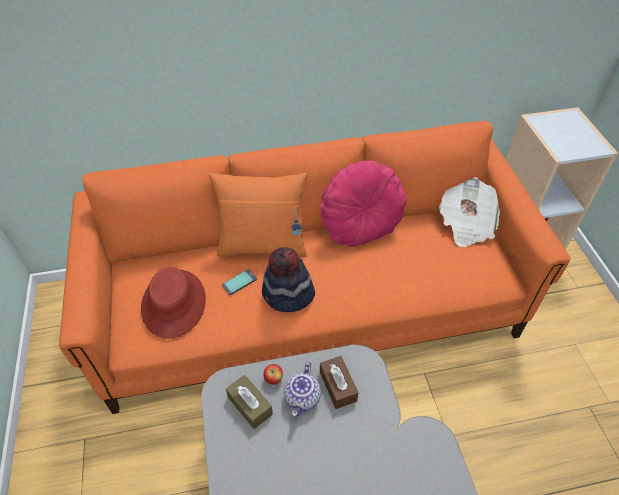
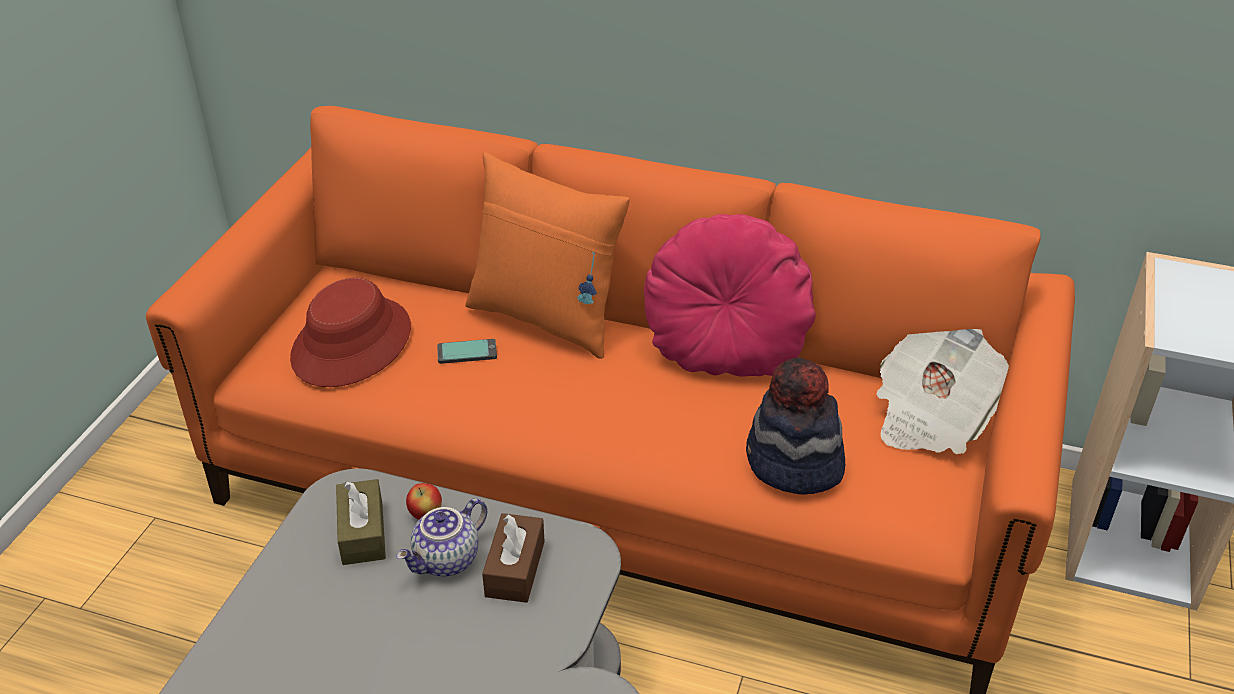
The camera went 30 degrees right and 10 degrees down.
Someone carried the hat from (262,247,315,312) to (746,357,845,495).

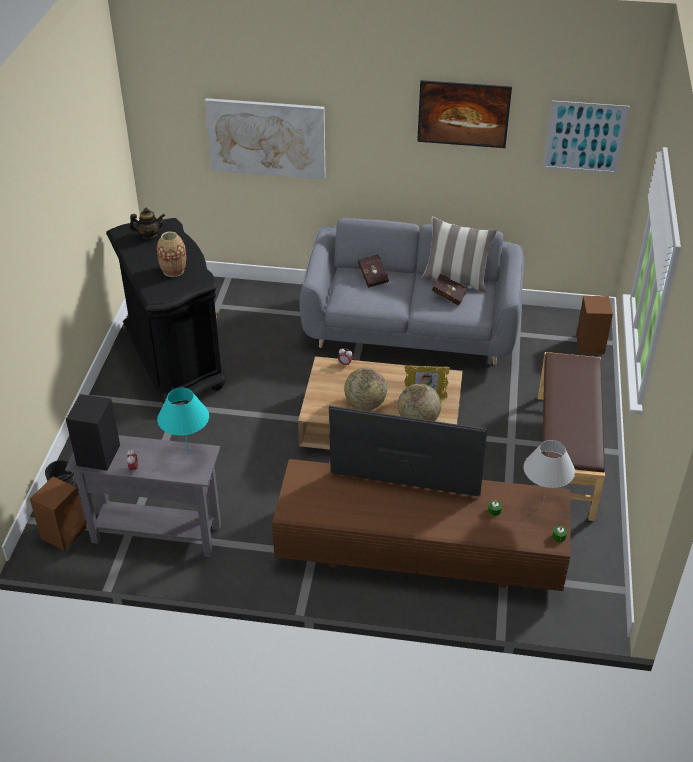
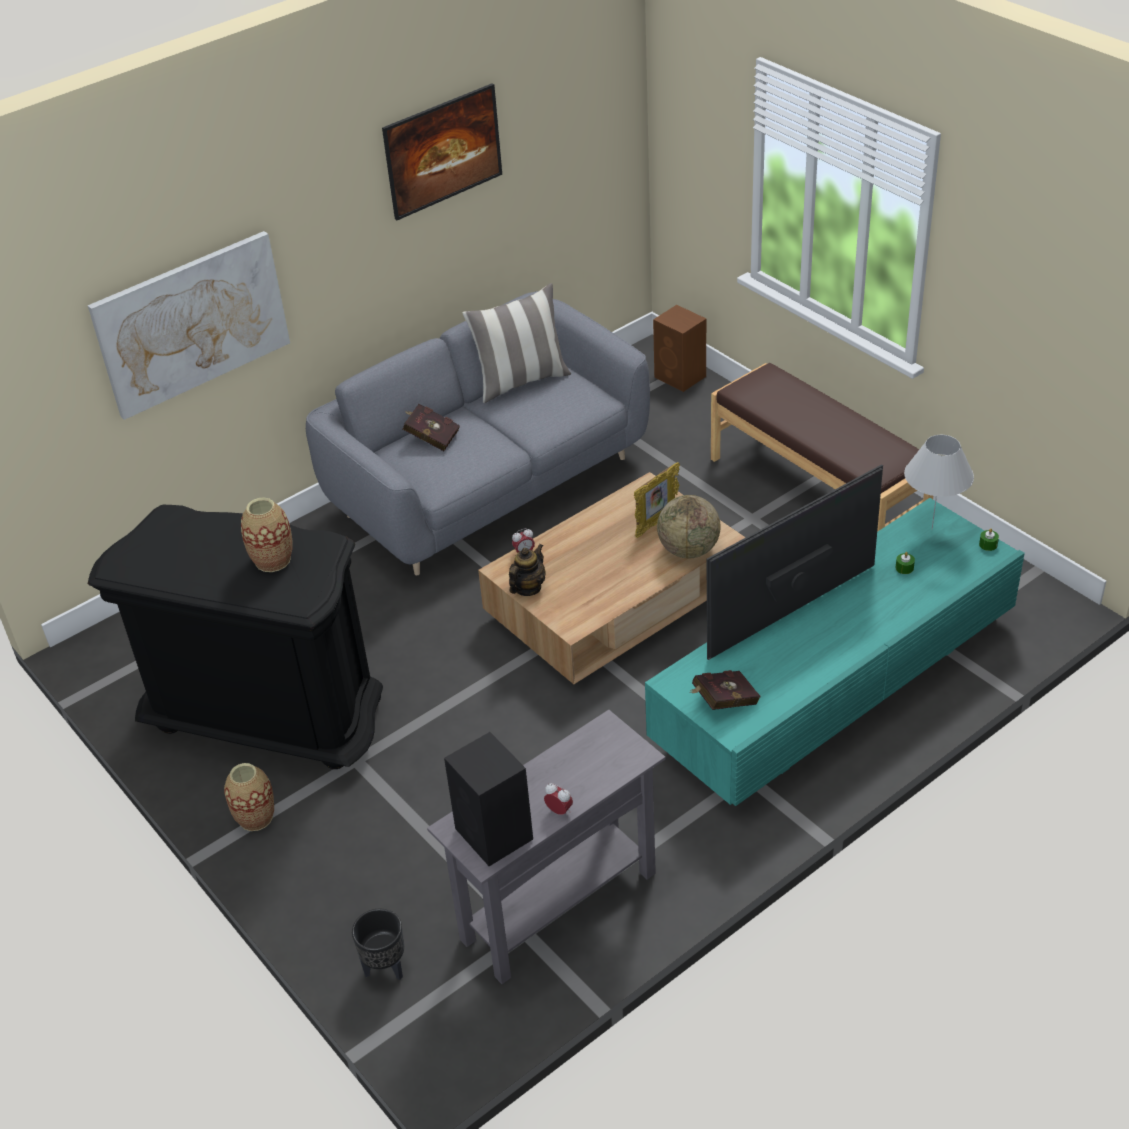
The camera went 45 degrees left and 0 degrees up.
Someone took away the picture at (542,101,630,174).
Someone carried the teapot from (129,208,165,240) to (509,544,546,596).
Someone carried the book in red from (432,274,467,306) to (691,670,761,710).
Someone took away the globe at (344,368,387,411).
Someone took away the table lamp in turquoise at (157,388,209,456).
Someone repainted the tv stand in brown at (272,459,571,591), which became the tv stand in turquoise at (645,498,1025,806).
Someone took away the speaker in brown at (30,477,86,551).
Someone put down the vase at (224,763,274,831).

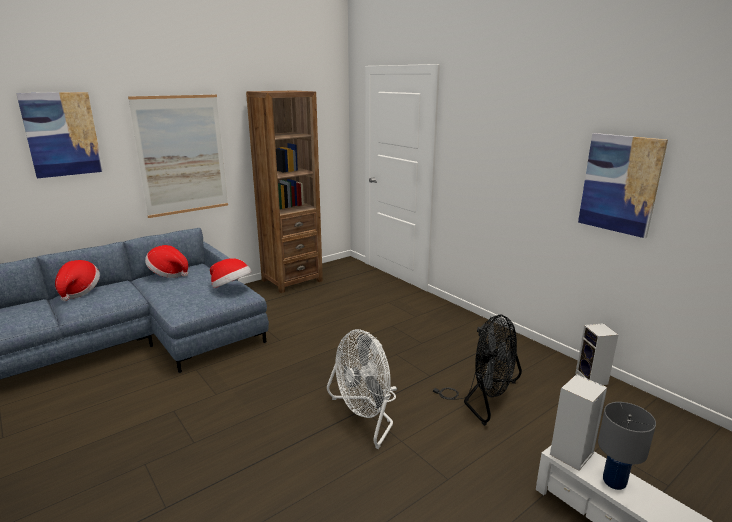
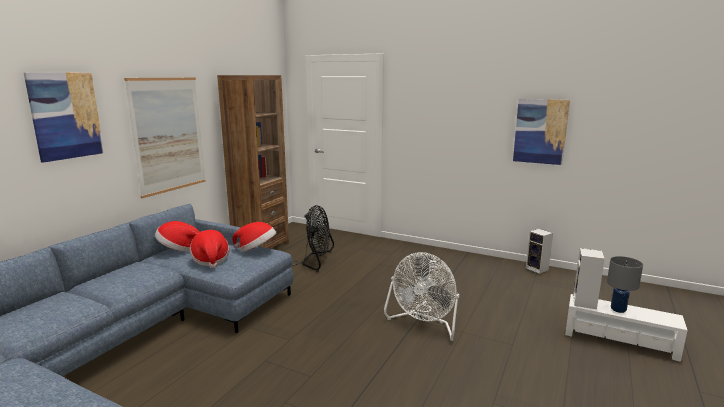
The camera went 25 degrees left and 5 degrees down.
Someone carried the hat from (55,260,100,301) to (190,230,229,268).
Someone carried the fan in black from (432,314,522,426) to (292,205,334,272).

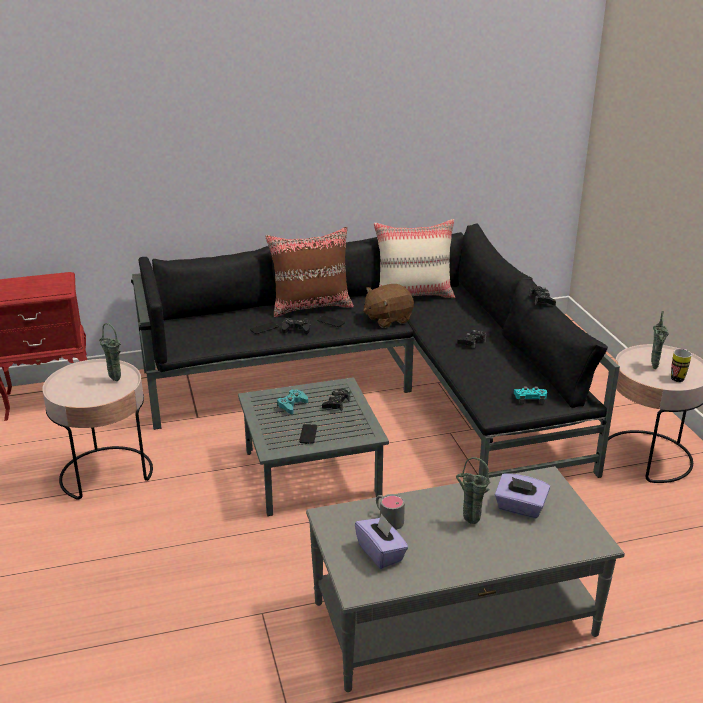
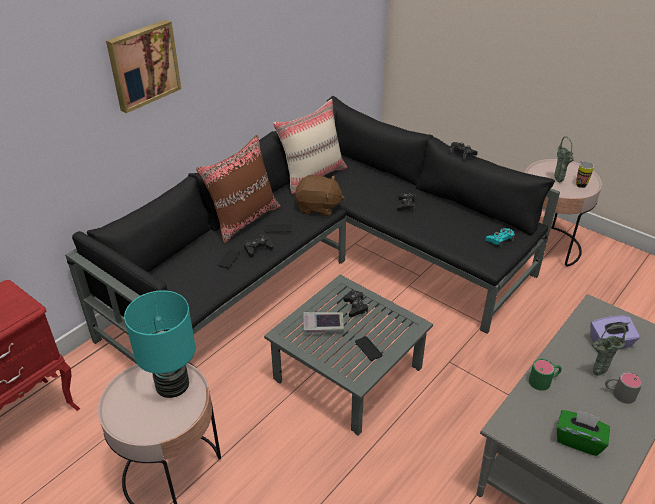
The camera went 35 degrees left and 10 degrees up.
Someone rotated the plush toy in brown at (363,284,414,328) by 105 degrees counterclockwise.
Someone swapped the vase in green at (99,323,121,381) for the table lamp in turquoise at (124,290,196,398).
Someone swapped the game controller in turquoise at (277,389,308,414) for the book at (303,312,344,333).
Someone carried the mug in grey from (376,494,405,530) to (605,371,643,404).
Someone repainted the tissue box in purple at (355,513,408,569), which became the tissue box in green at (557,409,610,456).
Someone put up the picture at (106,20,181,113).
Someone put down the mug in green at (529,359,562,391).

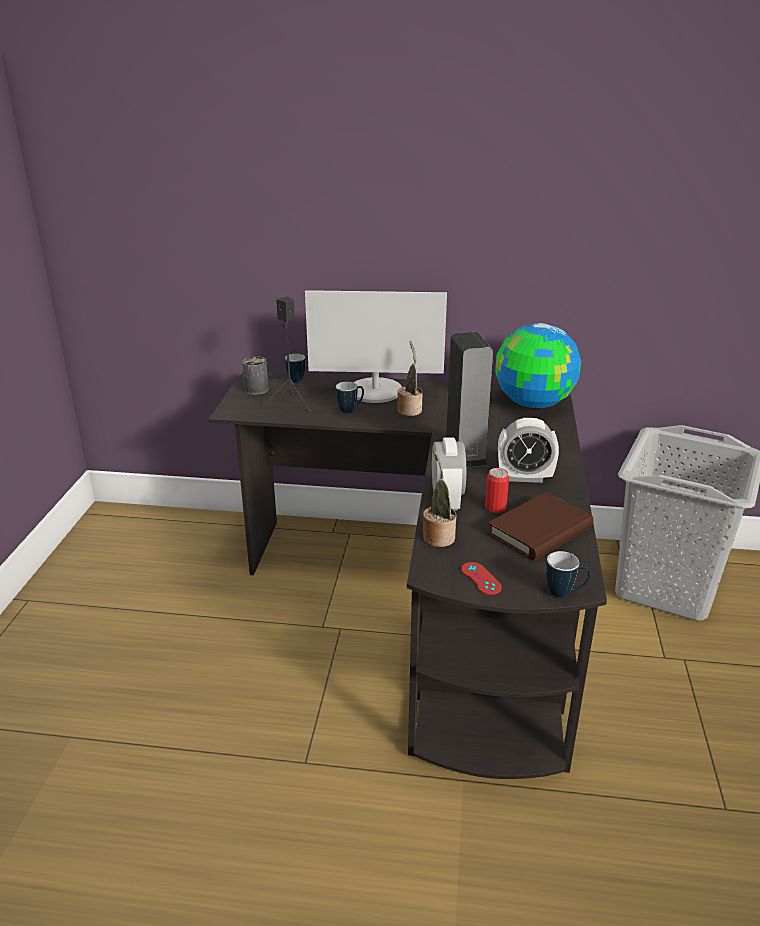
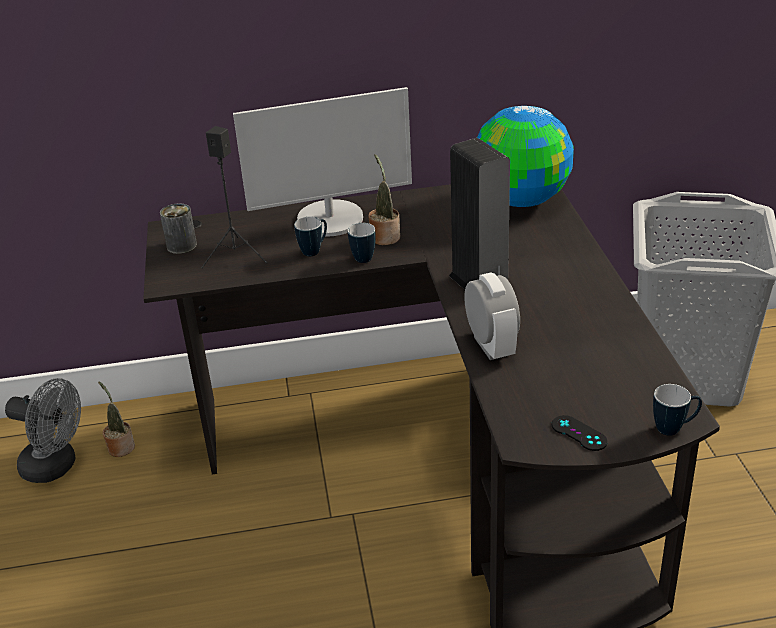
The camera went 15 degrees left and 5 degrees up.
Someone carried the mug from (285,354,305,383) to (348,223,376,263).
Someone took away the alarm clock at (498,418,559,483).
Someone carried the potted plant from (423,450,456,547) to (98,381,135,457).
Someone took away the can at (485,468,509,513).
Someone took away the book in brown at (487,492,593,561).
Someone repainted the game controller in red at (461,562,502,595), which became the game controller in black at (552,415,608,451).
Someone put down the fan in grey at (5,378,81,483).

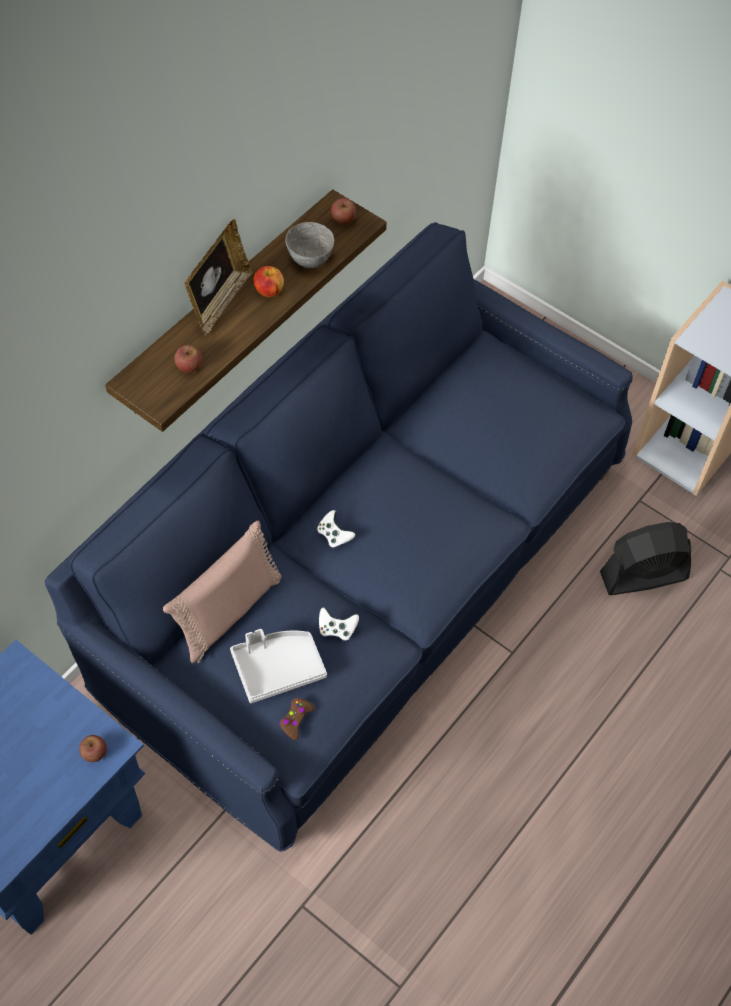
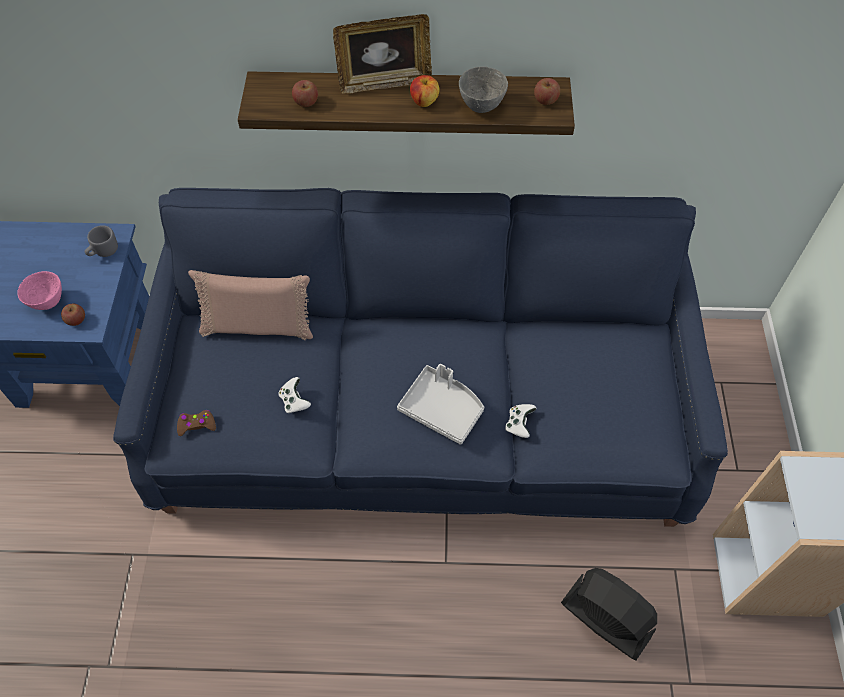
The camera went 55 degrees right and 0 degrees up.
Someone carried the game controller in white from (317,510,355,548) to (505,404,536,438).
Someone carried the tray in grey from (230,629,327,703) to (397,364,484,445).
Someone put down the mug in grey at (85,225,118,257).
Someone put down the bowl in pink at (17,271,62,310).

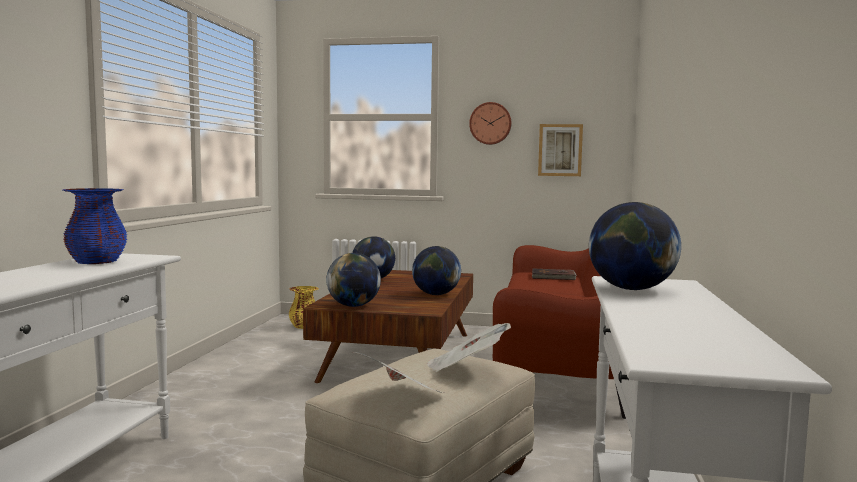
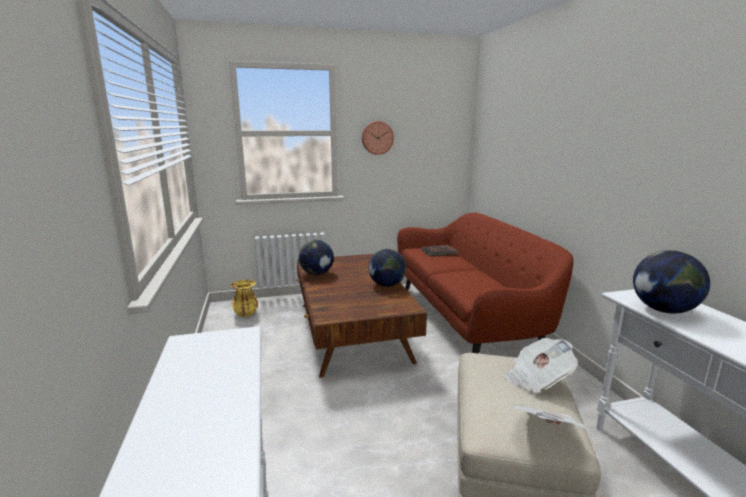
The camera went 25 degrees left and 10 degrees up.
Someone took away the picture at (538,124,583,176).
Someone took away the vase in blue at (63,188,127,264).
Someone took away the globe at (326,253,381,307).

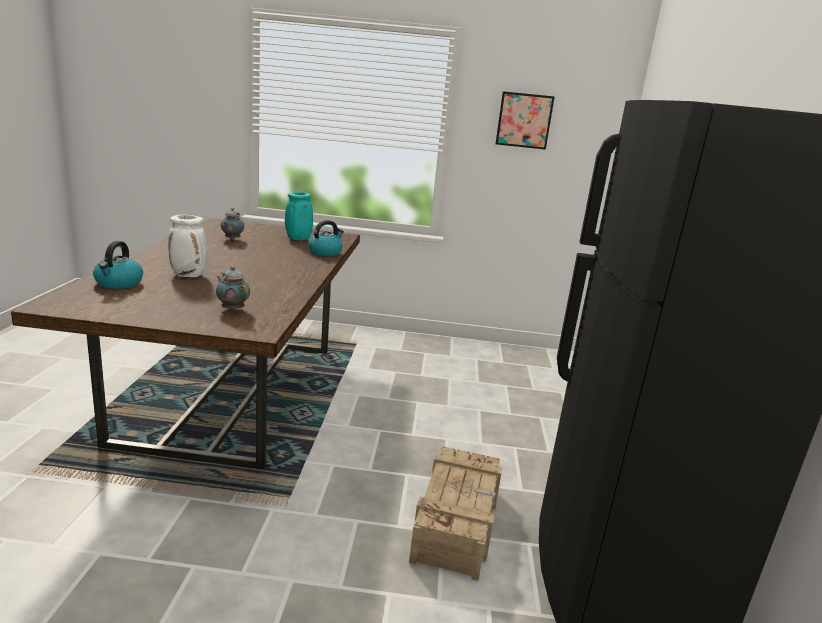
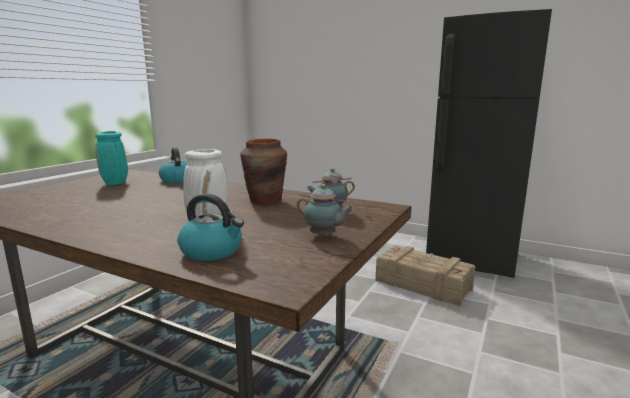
The camera went 65 degrees left and 5 degrees down.
Someone took away the picture at (495,91,555,150).
Someone carried the teapot from (221,208,244,240) to (297,184,354,237).
Someone put down the vase in brown at (240,139,287,205).

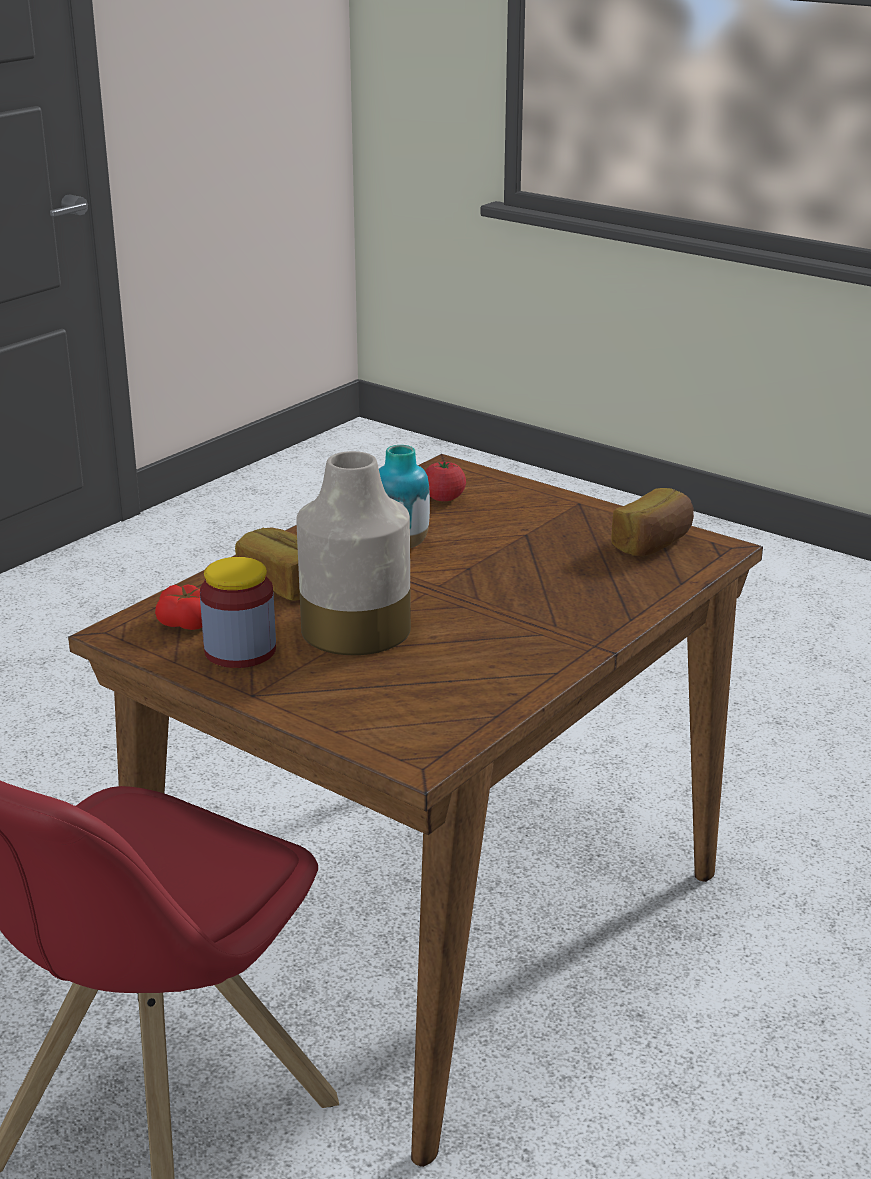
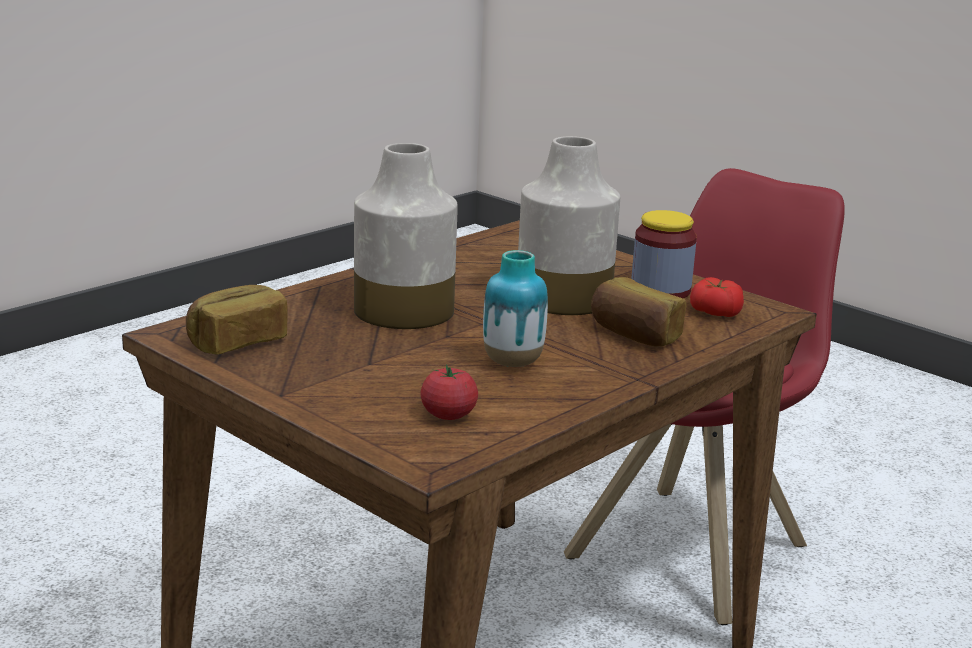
The camera went 175 degrees left and 5 degrees down.
Someone put down the vase in beige at (354,143,458,329).

